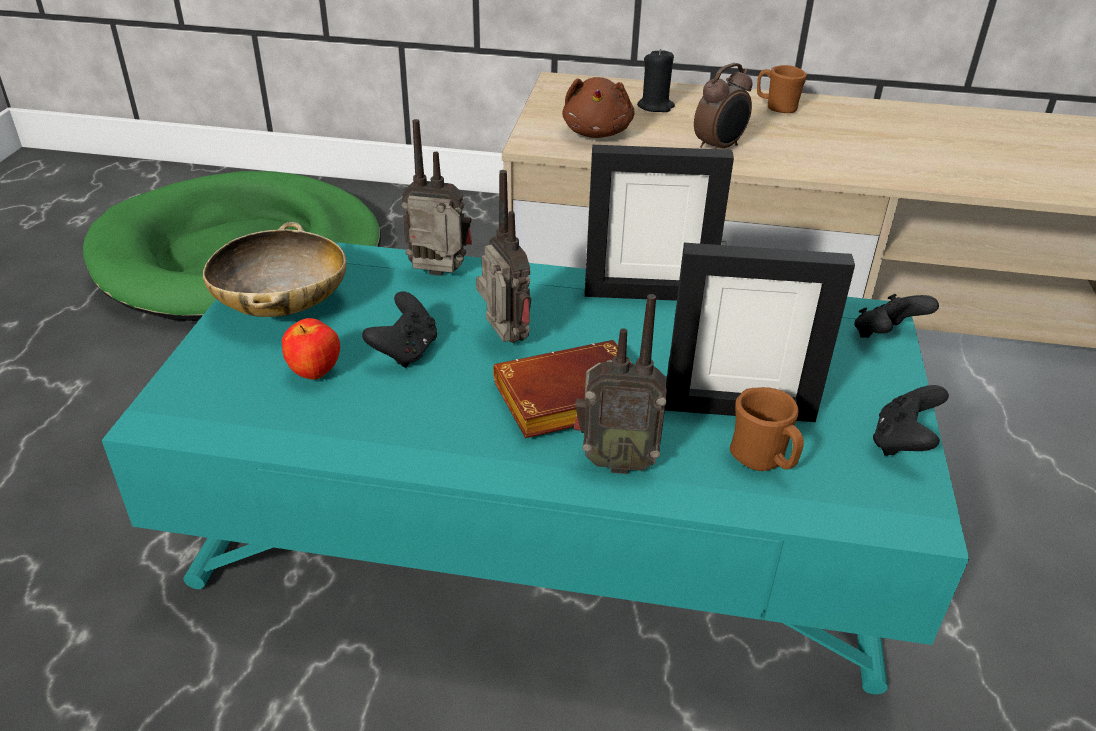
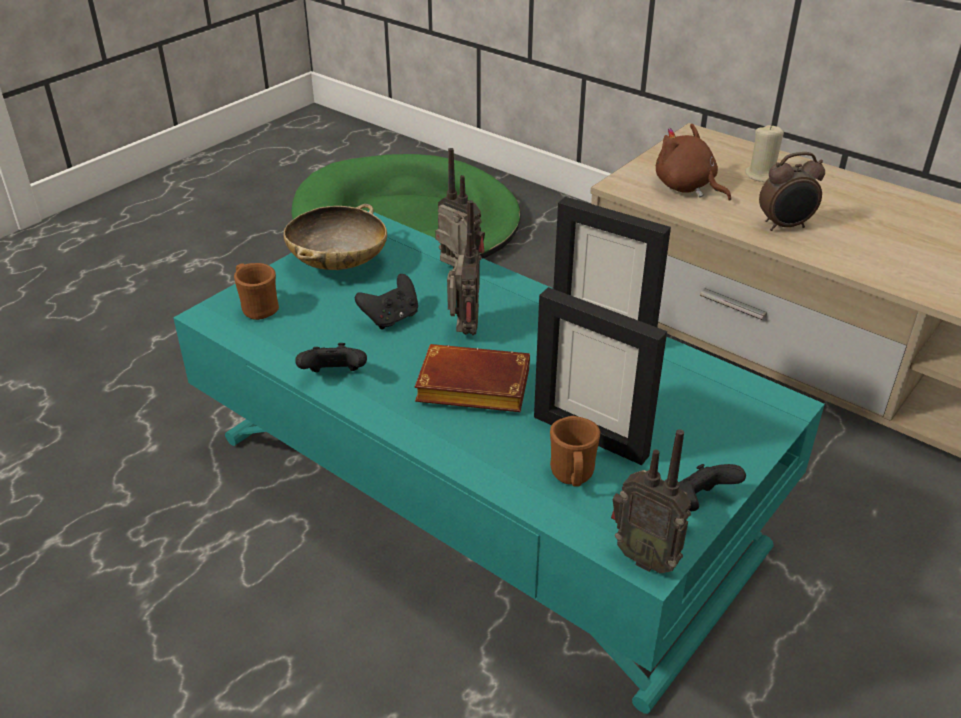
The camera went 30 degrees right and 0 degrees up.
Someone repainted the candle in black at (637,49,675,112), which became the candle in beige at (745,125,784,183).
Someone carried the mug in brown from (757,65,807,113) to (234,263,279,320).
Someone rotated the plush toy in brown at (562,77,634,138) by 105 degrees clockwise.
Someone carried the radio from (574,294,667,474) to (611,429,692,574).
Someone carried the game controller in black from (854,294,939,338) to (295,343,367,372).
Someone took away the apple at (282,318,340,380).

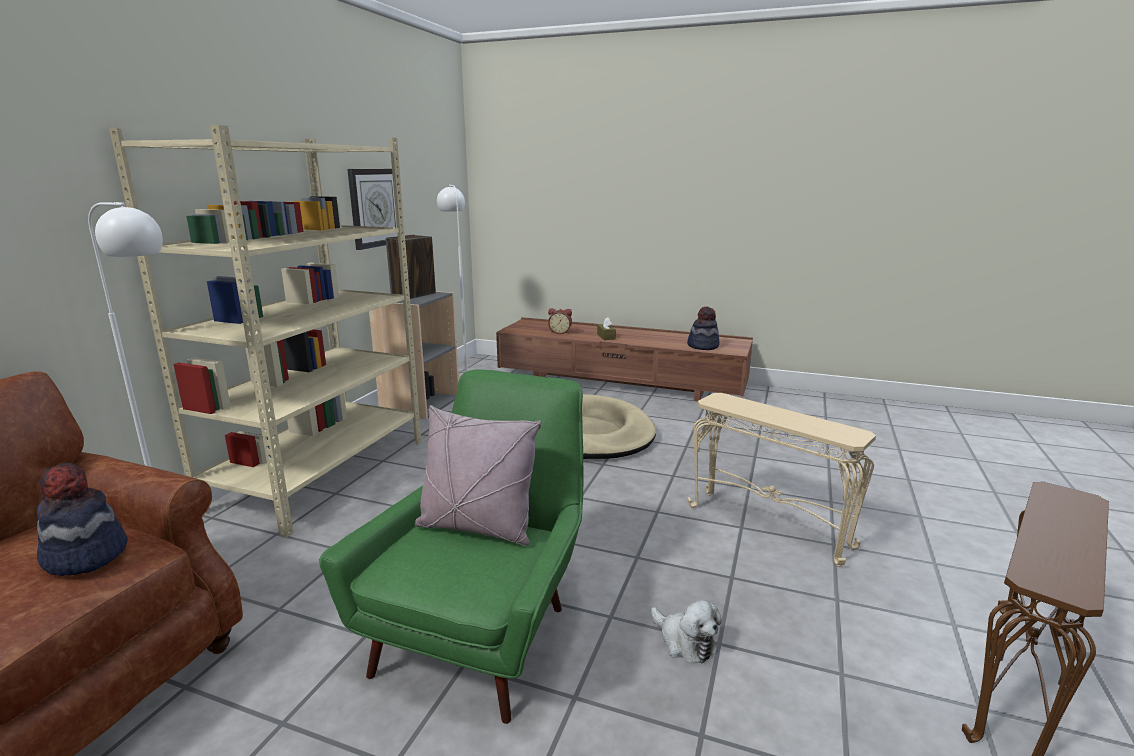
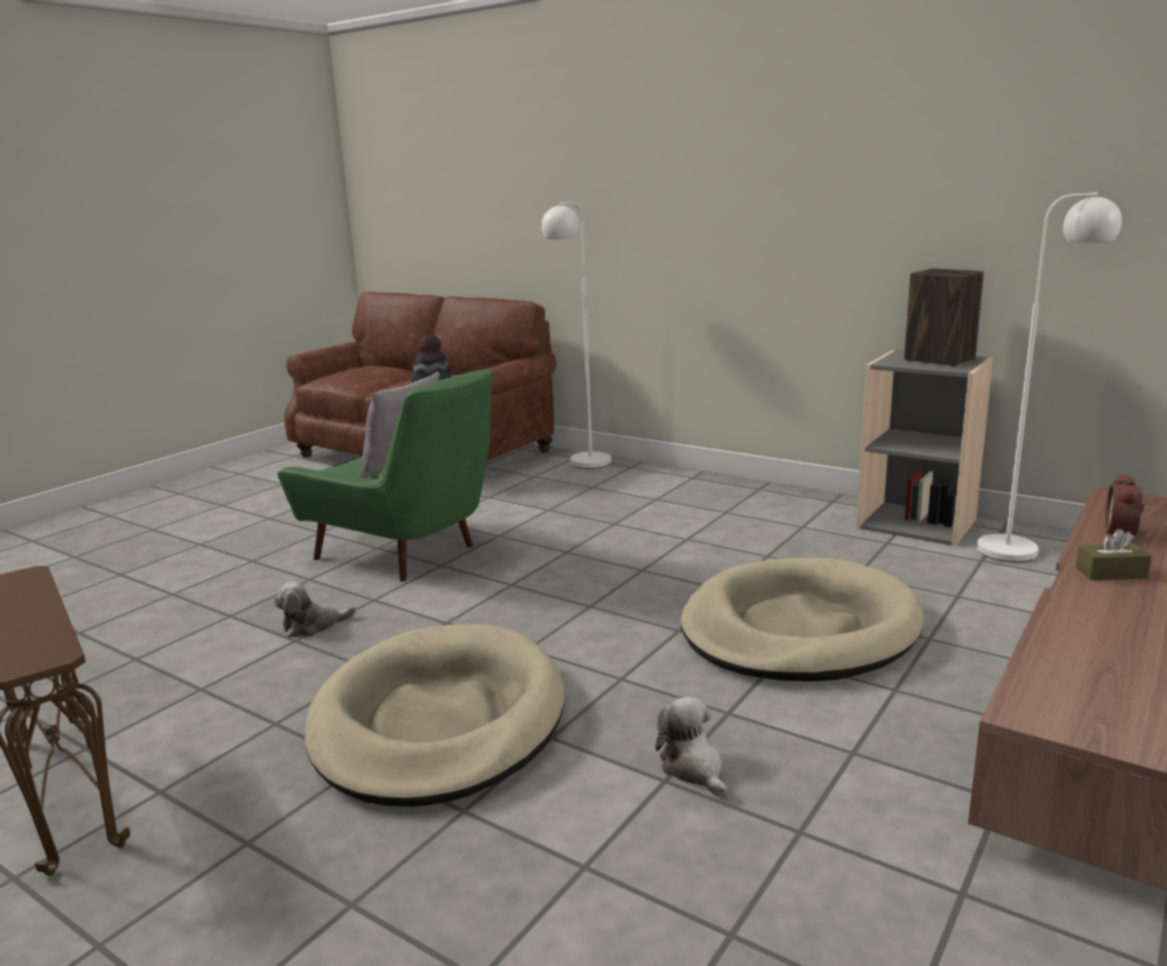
The camera went 105 degrees right and 0 degrees up.
Someone took away the bookcase in beige at (109,125,421,538).
Someone took away the wall clock at (347,169,401,250).
Someone took away the hat at (687,306,720,350).
Someone swapped the side table in beige at (688,393,876,567) for the dog bed in beige at (305,624,565,807).
Someone put down the plush toy at (656,697,727,797).

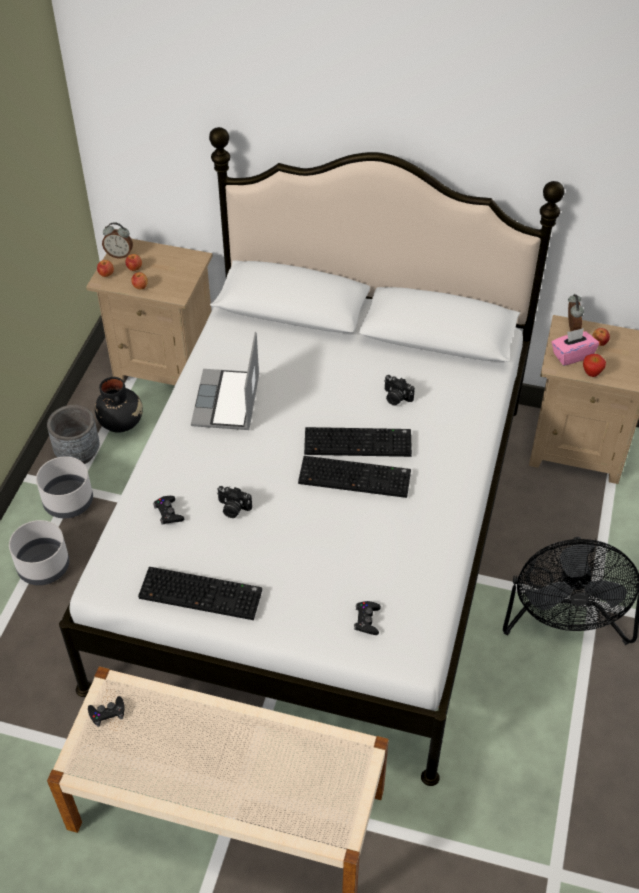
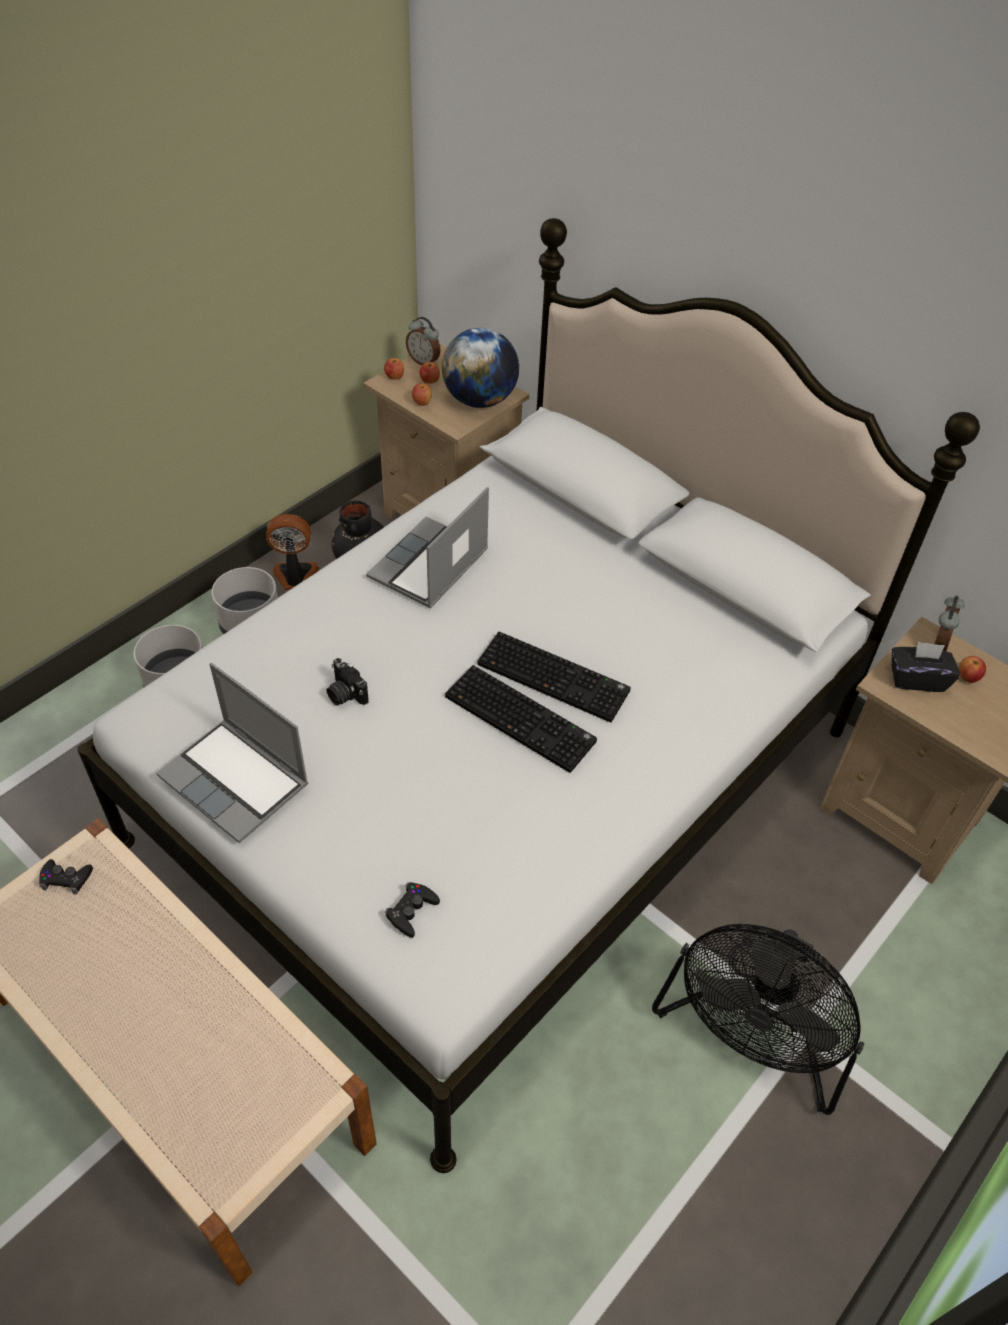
The camera went 25 degrees right and 0 degrees up.
Someone repainted the tissue box in pink at (551,328,599,366), which became the tissue box in black at (892,642,961,692).
Someone took away the apple at (583,354,606,377).
Someone took away the photo camera at (384,375,415,406).
Someone swapped the planter in grey at (47,405,100,464) for the fan at (266,514,319,590).
Someone took away the game controller in black at (153,496,184,524).
Someone swapped the keyboard at (138,567,262,620) for the laptop at (156,663,308,843).
Someone put down the globe at (442,328,519,408).

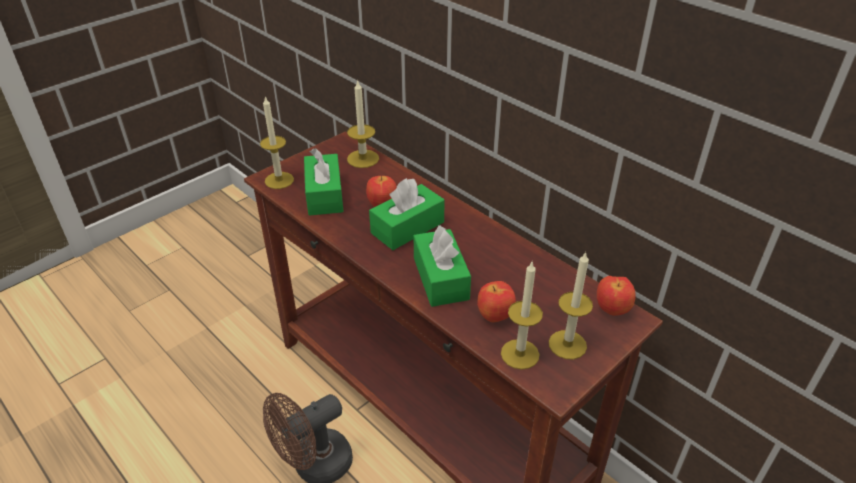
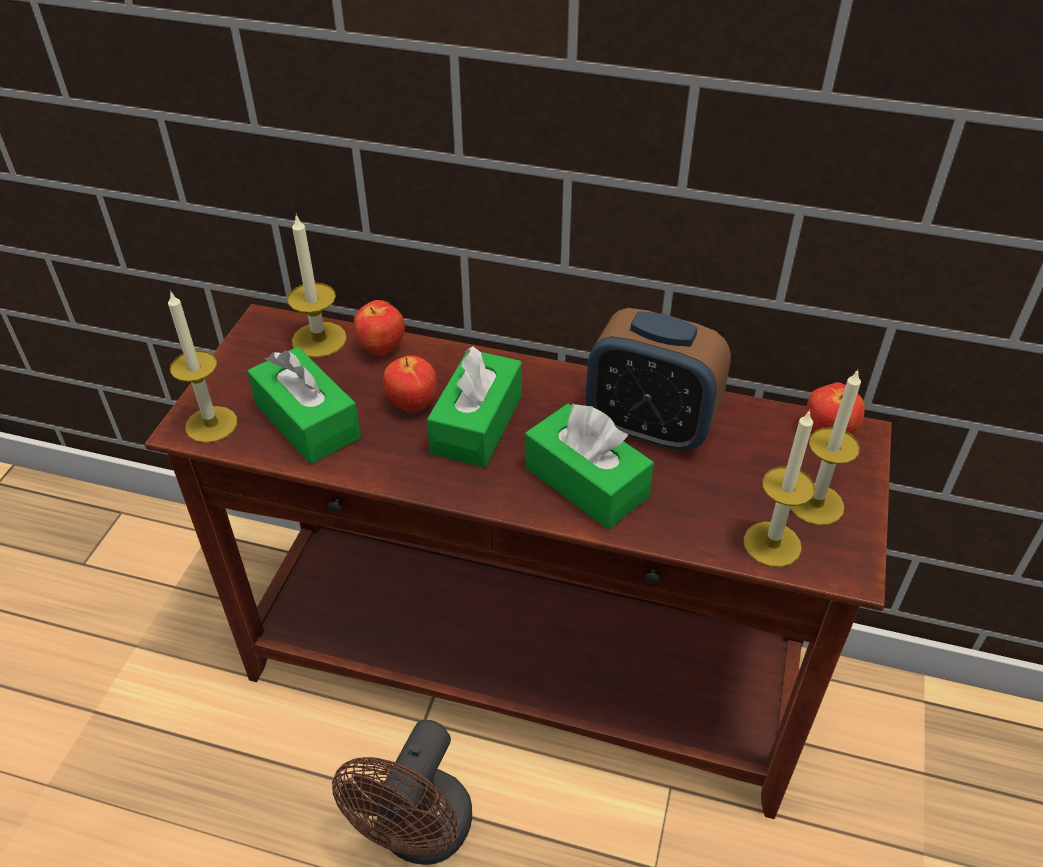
The camera went 30 degrees left and 5 degrees up.
Someone carried the apple from (477,281,516,323) to (354,300,405,355).
Someone put down the alarm clock at (586,308,731,453).

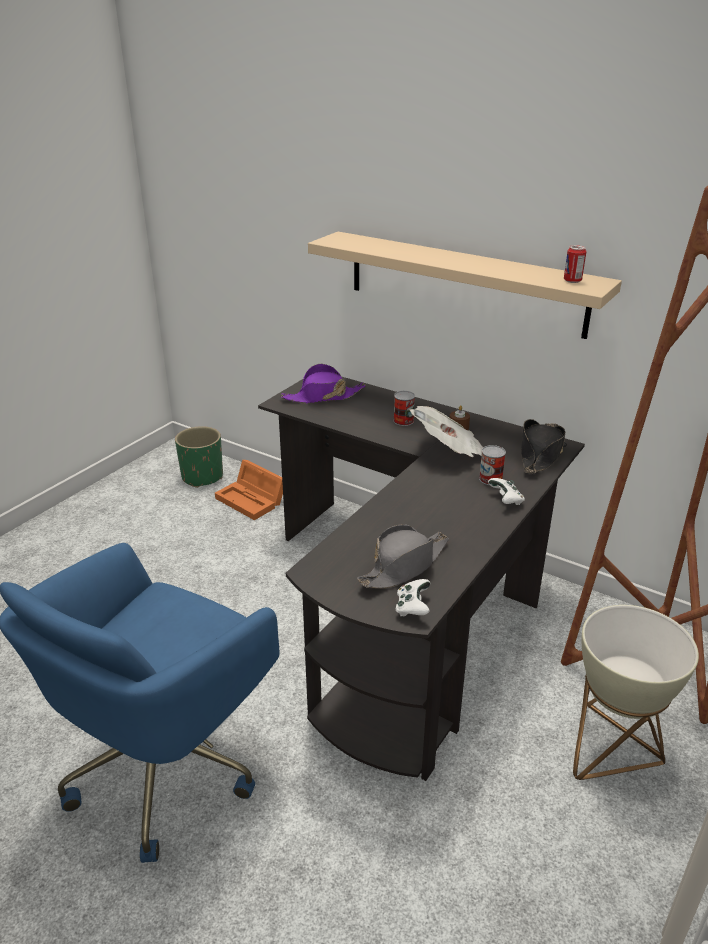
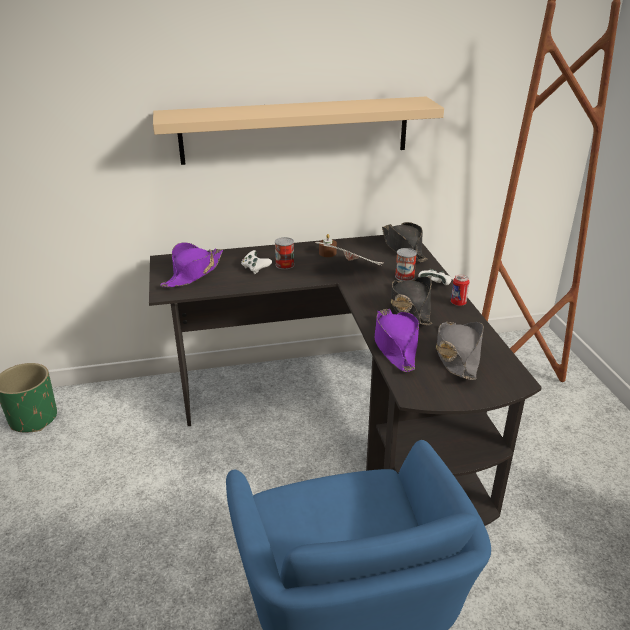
The camera went 45 degrees left and 0 degrees up.
Someone carried the can from (564,245,587,283) to (451,275,470,306).
Someone took away the storage box in orange at (215,460,283,520).
Someone carried the game controller in white from (396,579,430,617) to (241,250,272,274).
Someone took away the planter at (573,605,699,780).
Someone put down the hat in black at (391,276,432,325).
Someone put down the hat in purple at (375,309,419,372).

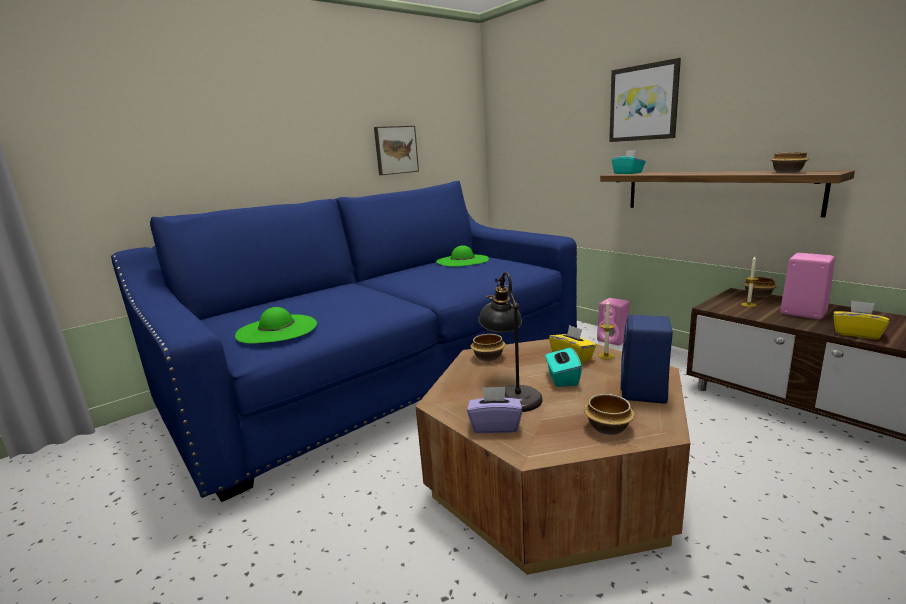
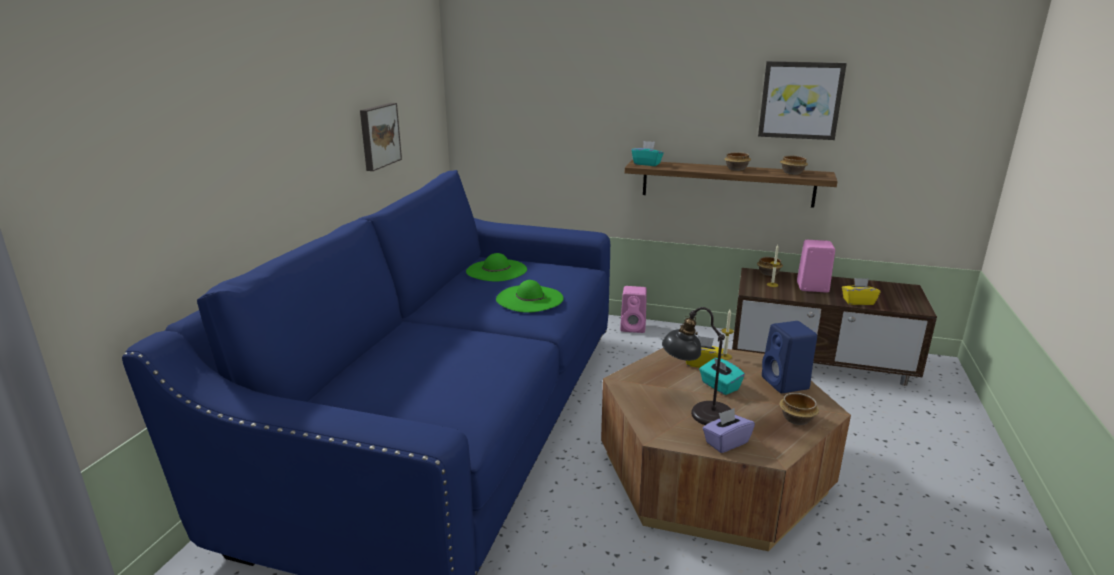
The camera went 35 degrees left and 5 degrees up.
Someone carried the picture from (609,58,681,142) to (758,61,847,140).
Someone carried the hat in green from (235,307,317,343) to (496,280,564,313).
Someone carried the bowl from (471,334,506,361) to (724,152,751,171).

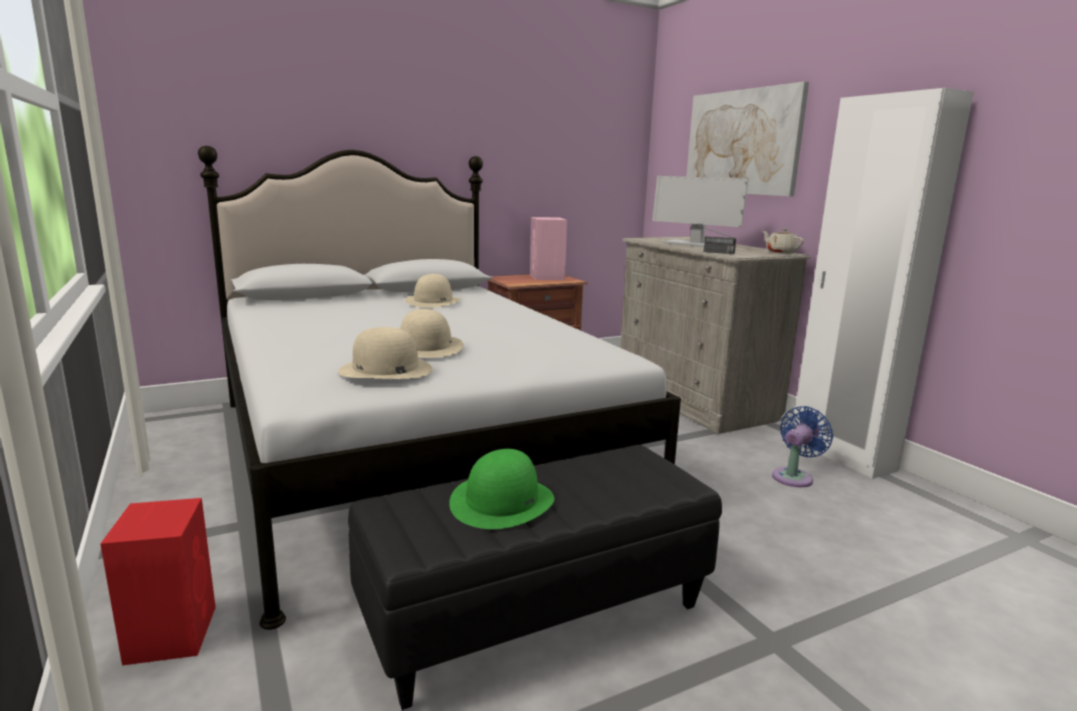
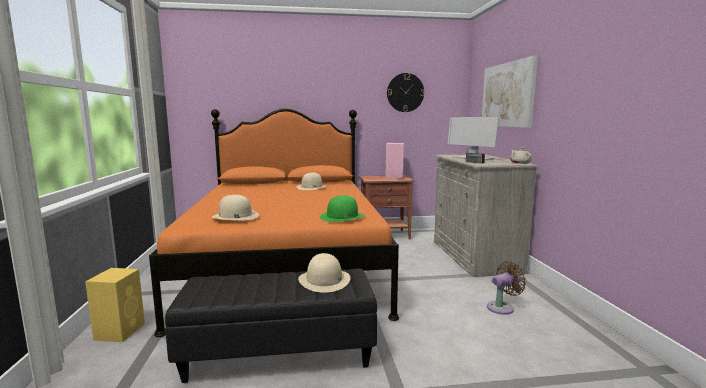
The camera went 20 degrees right and 5 degrees down.
Someone took away the wardrobe in white at (793,88,974,479).
Someone repainted the bed in white at (198,146,681,630), which became the bed in orange at (149,109,399,337).
Someone carried the hat in beige from (400,309,464,358) to (298,253,351,292).
Someone repainted the fan in blue at (772,406,833,487), which became the fan in brown at (487,261,526,315).
Someone carried the hat in green from (449,449,554,529) to (320,196,365,222).
Someone repainted the speaker in red at (100,498,216,665), which became the speaker in yellow at (85,268,145,342).
Someone put up the wall clock at (387,73,424,112).

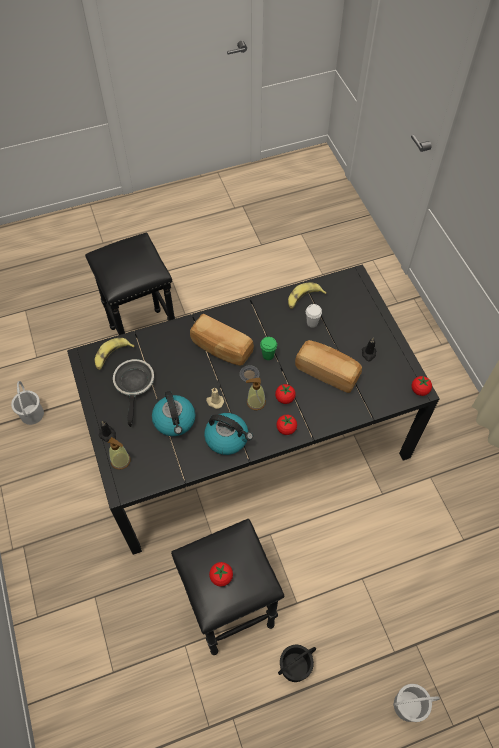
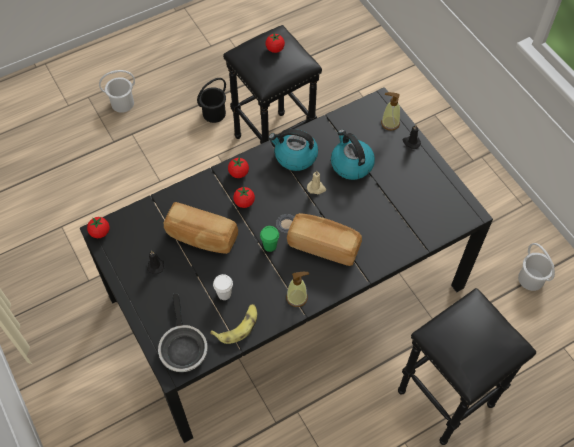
The camera went 170 degrees right and 0 degrees up.
Someone took away the banana at (95,338,135,370).
Someone carried the frying pan from (113,359,154,427) to (158,293,208,372).
Someone carried the soap dispenser from (246,378,266,410) to (286,272,309,307).

